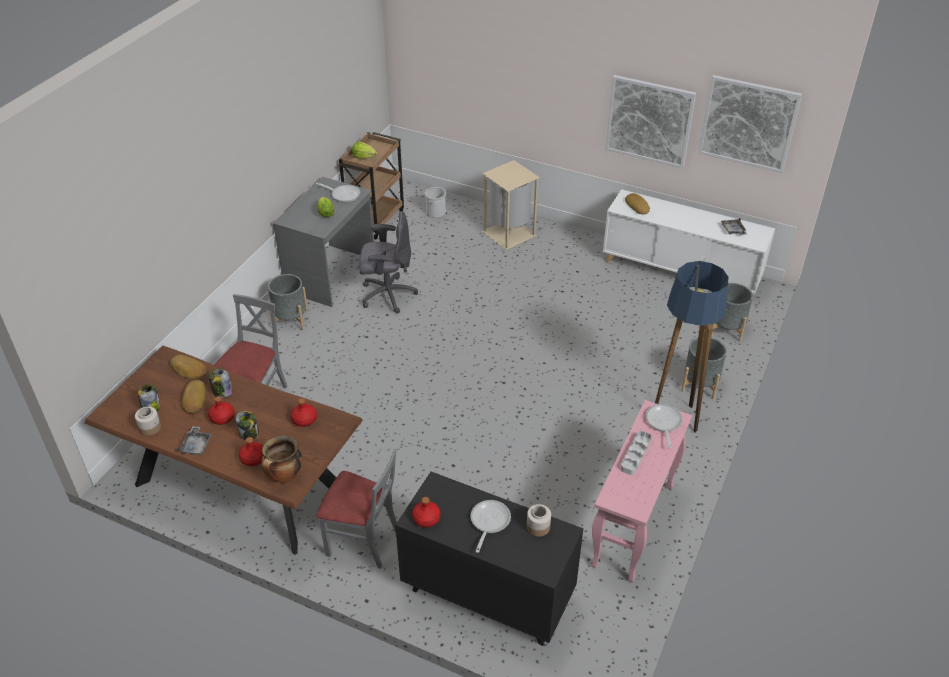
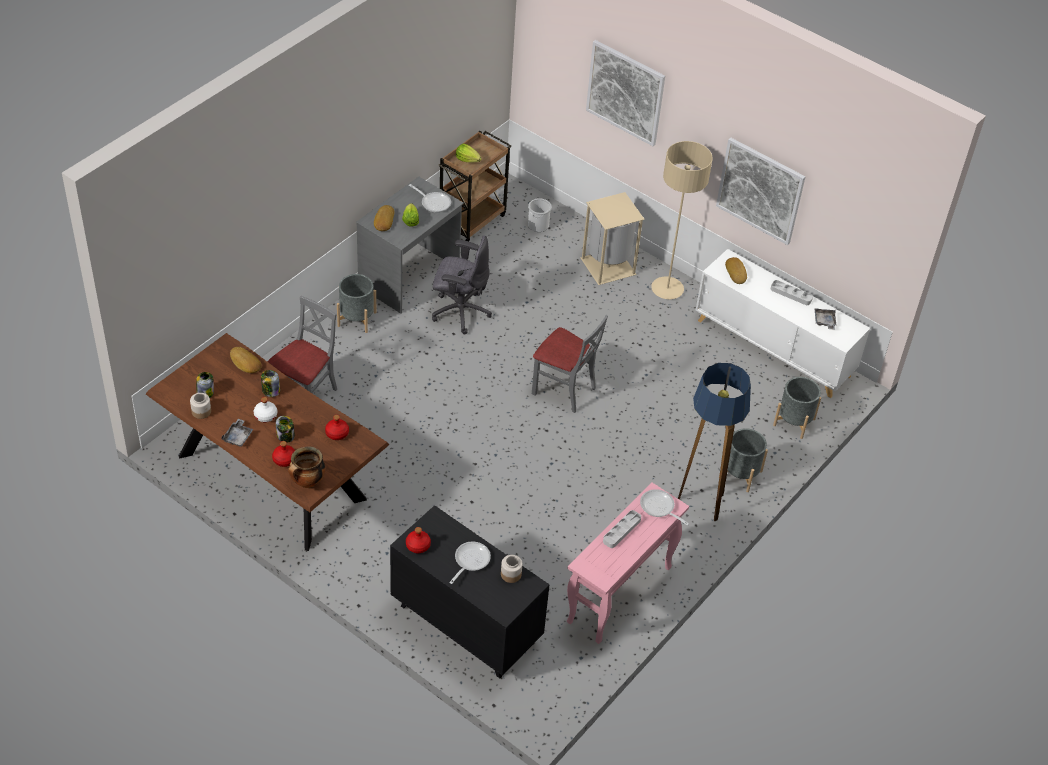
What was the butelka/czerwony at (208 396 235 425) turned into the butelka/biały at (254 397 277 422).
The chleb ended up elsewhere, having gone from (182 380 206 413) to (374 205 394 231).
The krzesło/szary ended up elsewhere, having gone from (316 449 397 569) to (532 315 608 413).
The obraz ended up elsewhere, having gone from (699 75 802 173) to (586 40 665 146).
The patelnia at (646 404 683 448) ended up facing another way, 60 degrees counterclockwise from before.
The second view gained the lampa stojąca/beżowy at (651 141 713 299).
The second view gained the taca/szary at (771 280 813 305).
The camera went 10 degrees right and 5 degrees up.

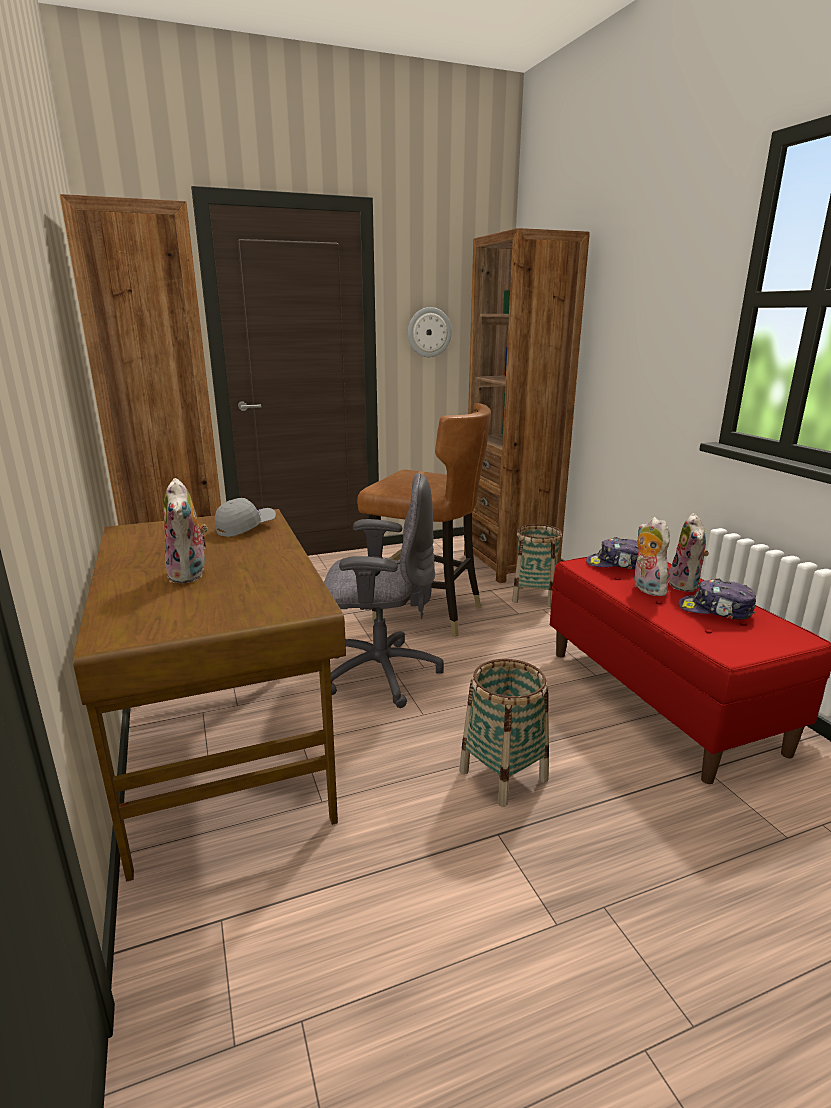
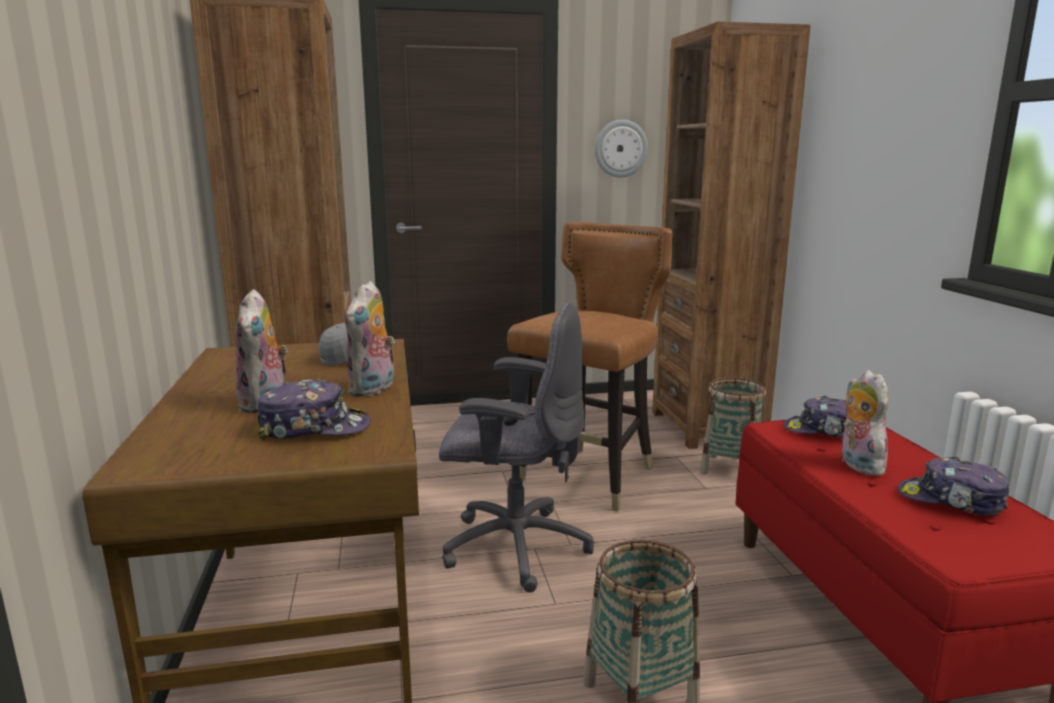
The second view gained the czapka z daszkiem at (257 379 371 440).
The pluszak ended up elsewhere, having gone from (668 513 709 592) to (345 281 395 397).
The krzesło/brązowy at (357 403 491 637) ended up facing another way, 90 degrees counterclockwise from before.
The camera went 10 degrees right and 5 degrees down.

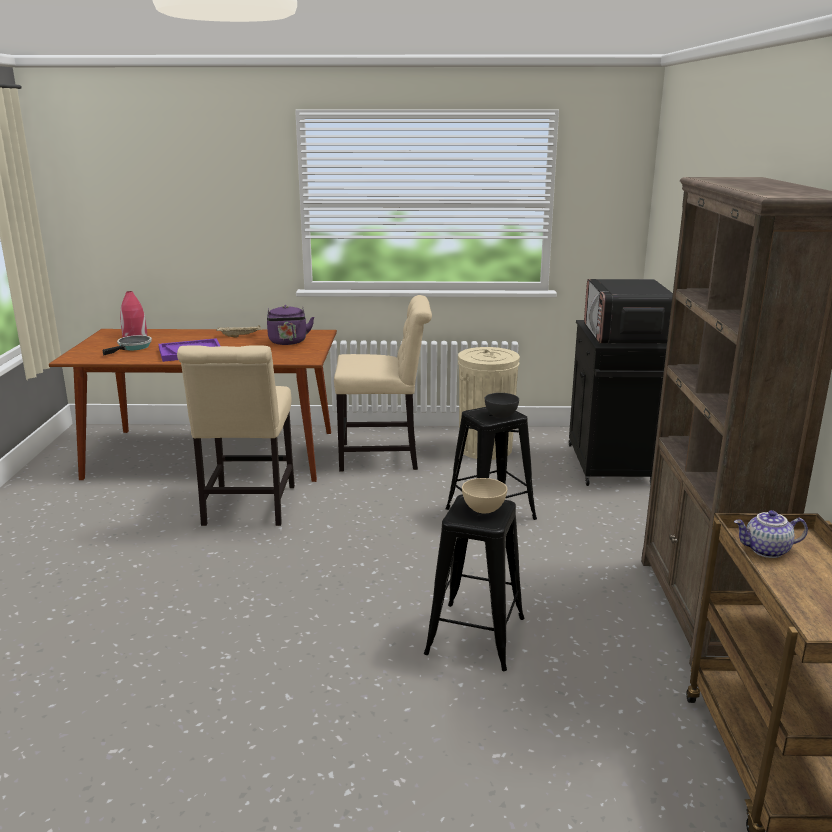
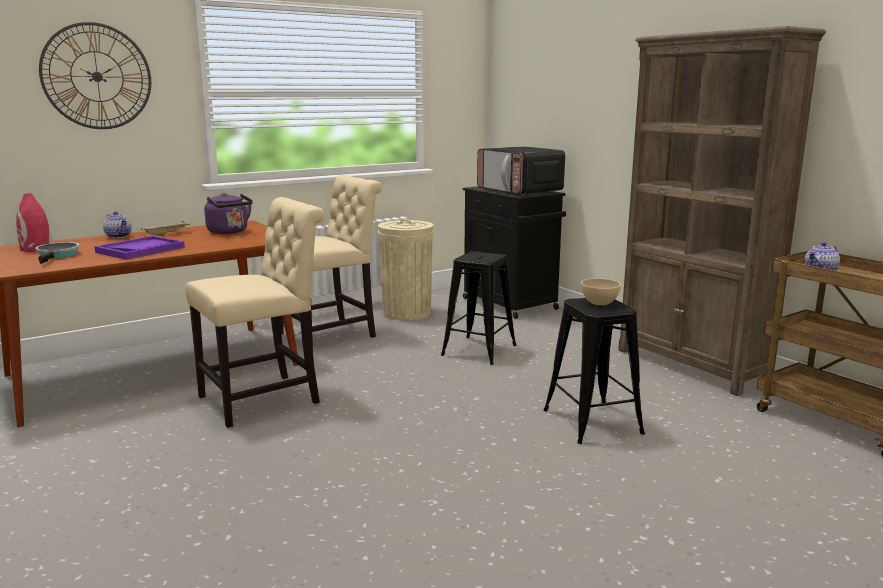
The second view gained the zegar ścienny at (39 22 151 129).
The second view gained the imbryk at (103 211 131 238).
The krzesło/beżowy at (177 345 295 526) ended up facing another way, 90 degrees counterclockwise from before.
The second view lost the miska/szary at (485 393 519 418).
The camera went 35 degrees left and 5 degrees down.

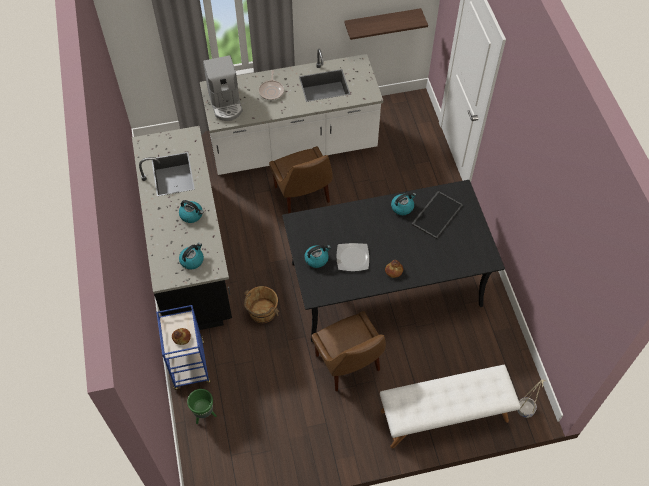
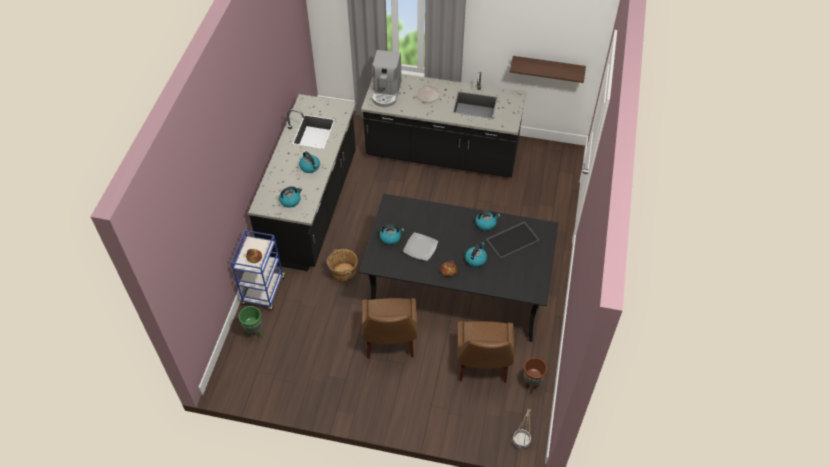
What was the zabudowa kuchenna/biały at (200 49 383 175) turned into the zabudowa kuchenna/czarny at (361 72 526 178).
The krzesło/brązowy ended up elsewhere, having gone from (269 146 333 213) to (457 321 514 383).
The second view gained the czajnik at (465 242 487 267).
The second view gained the donica/brązowy at (522 358 547 394).
The second view lost the ławka/biały at (380 365 521 448).
The camera went 25 degrees right and 5 degrees down.

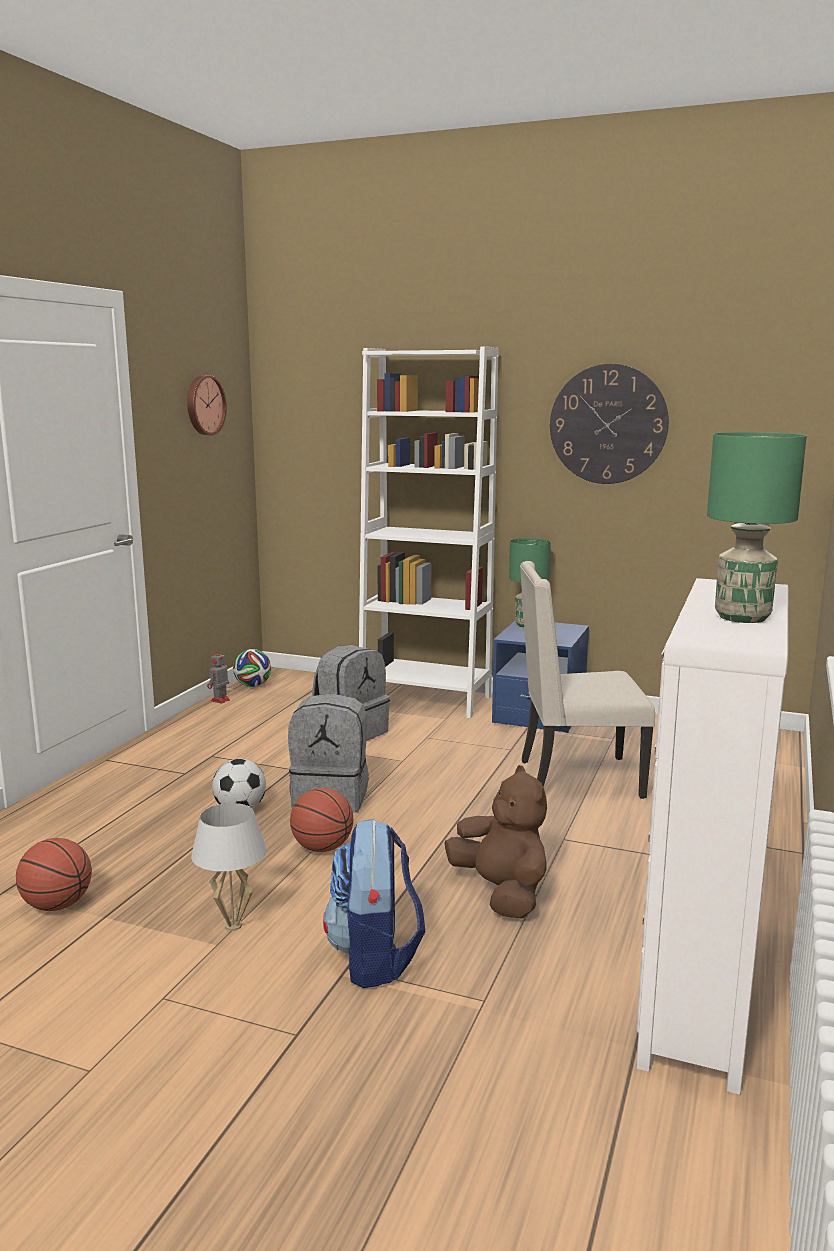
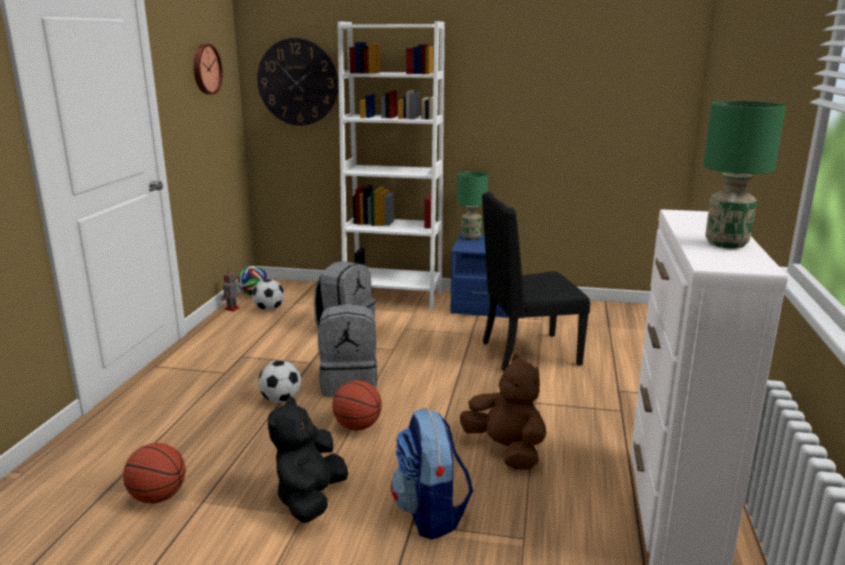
The second view gained the piłka futbolowa at (252 279 284 311).
The zegar ścienny ended up elsewhere, having gone from (550 364 669 484) to (257 38 338 126).
Where the lampa stołowa/biały stood at (191 803 267 931), the pluszak/czarny came to stand at (268 397 348 523).
What was the krzesło/beżowy at (520 561 655 799) turned into the krzesło/czarny at (482 192 590 371).
The camera went 10 degrees left and 5 degrees up.

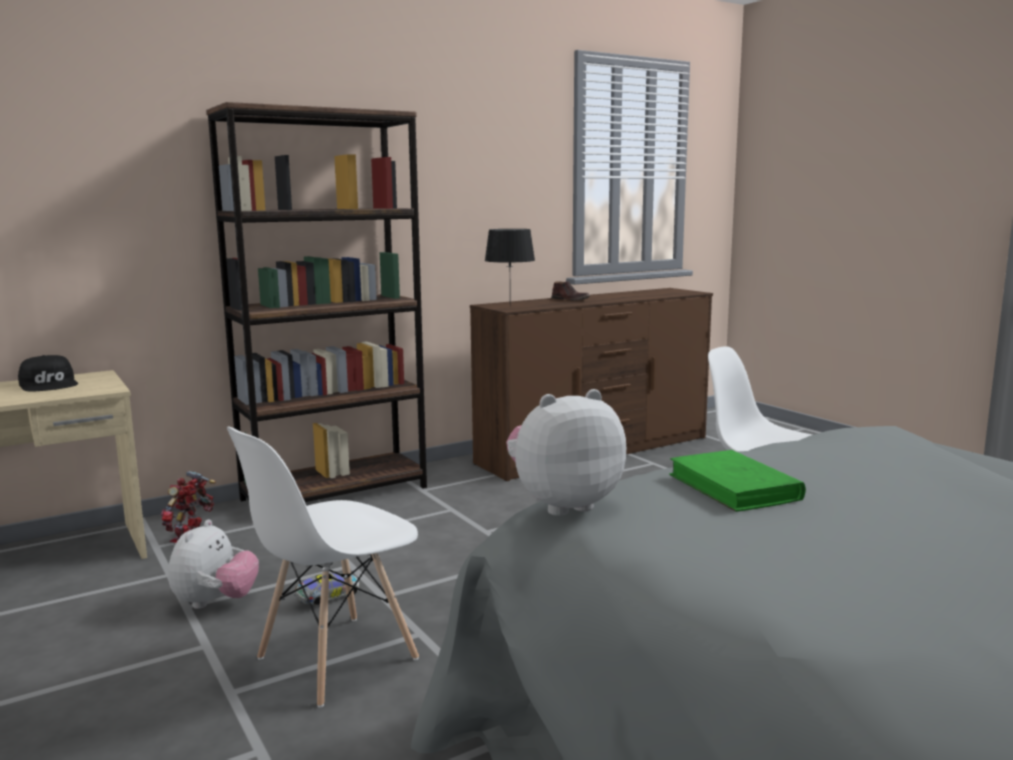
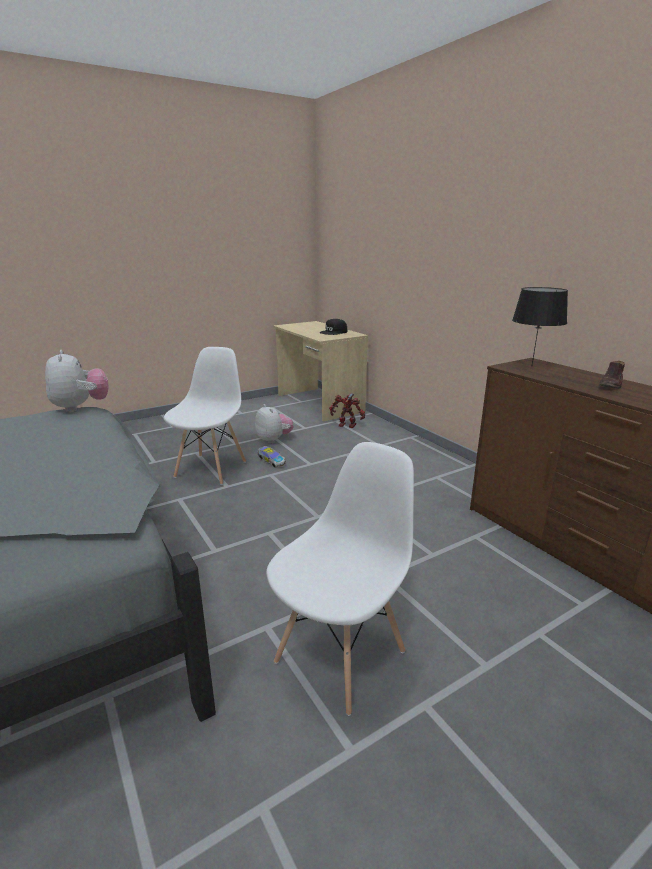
The krzesło/biały at (227 426 419 707) ended up facing another way, 60 degrees clockwise from before.
The pluszak at (168 520 259 609) ended up facing another way, 135 degrees counterclockwise from before.
The second view lost the regał/brązowy at (206 102 427 502).
The second view lost the książka/zielony at (669 450 806 512).
The camera went 90 degrees right and 10 degrees up.

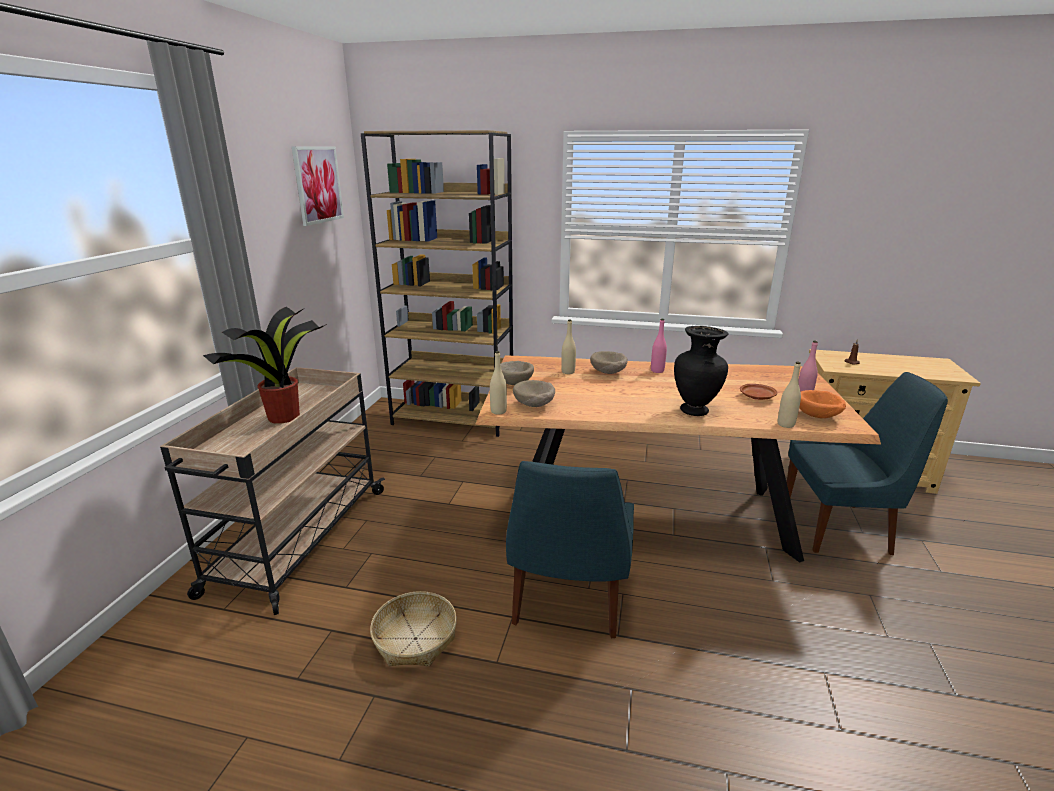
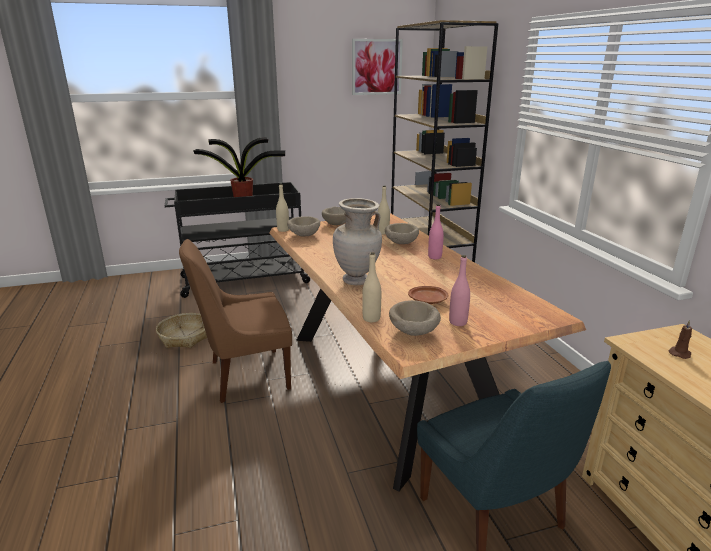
What was the wózek/beżowy at (160 367 385 615) turned into the wózek/czarny at (165 182 310 298).
What was the krzesło/niebieski at (506 461 634 639) turned into the krzesło/brązowy at (179 239 292 403).
What was the wazon/czarny at (674 326 729 416) turned into the wazon/beżowy at (333 198 382 285).
What was the miska/pomarańczowy at (799 390 846 418) turned into the miska/beżowy at (389 300 441 336).
The camera went 60 degrees right and 0 degrees up.

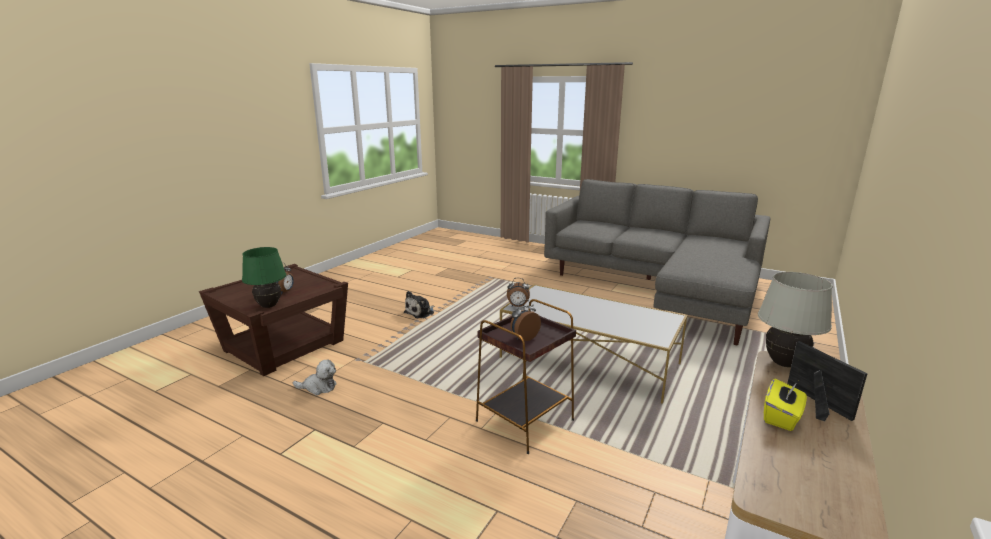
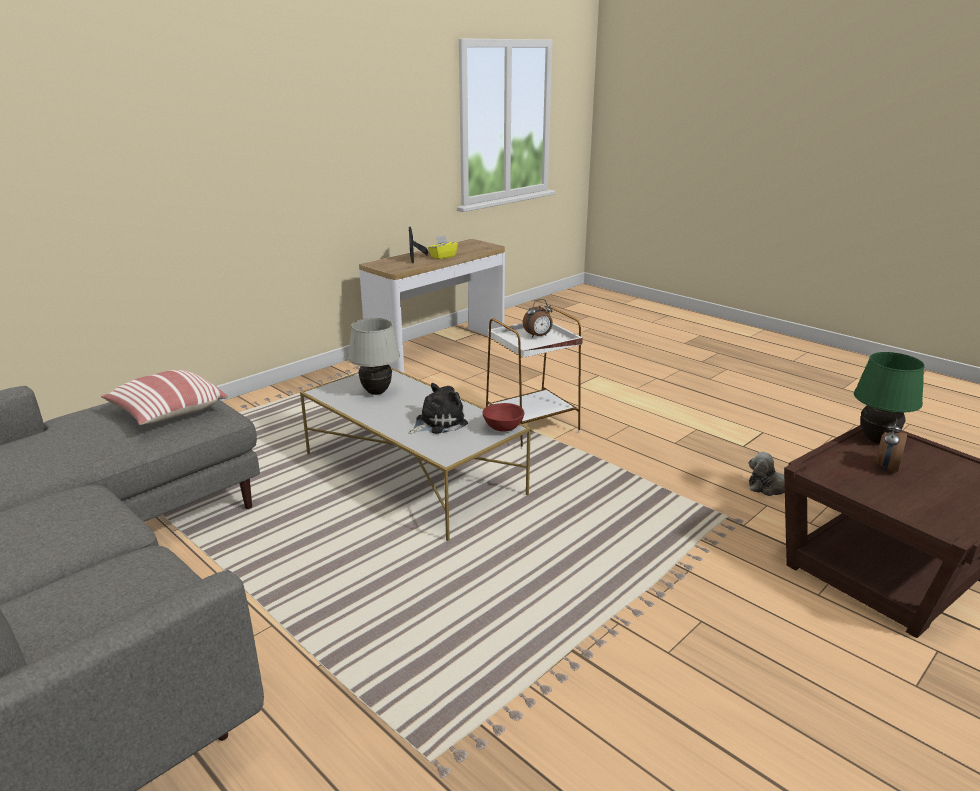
The second view gained the poduszka at (101 370 228 425).
The lampa stołowa/biały ended up elsewhere, having gone from (758 272 833 367) to (348 318 400 395).
The pluszak ended up elsewhere, having gone from (404 291 434 318) to (409 383 468 434).
Where the budzik stood at (507 278 530 307), the miska/czerwony came to stand at (482 403 524 432).
What was the stolik/brązowy at (476 299 576 454) turned into the stolik/biały at (486 307 583 449).
The camera went 165 degrees left and 5 degrees up.

